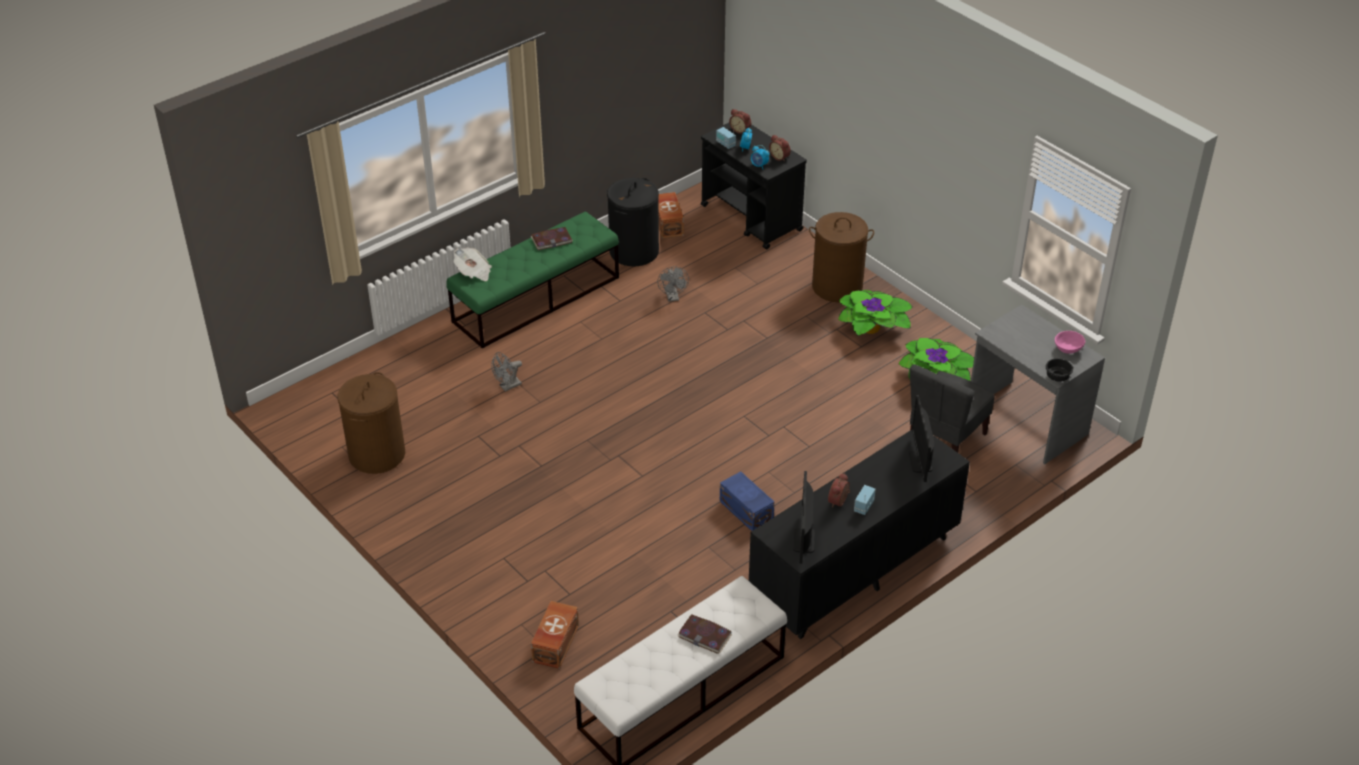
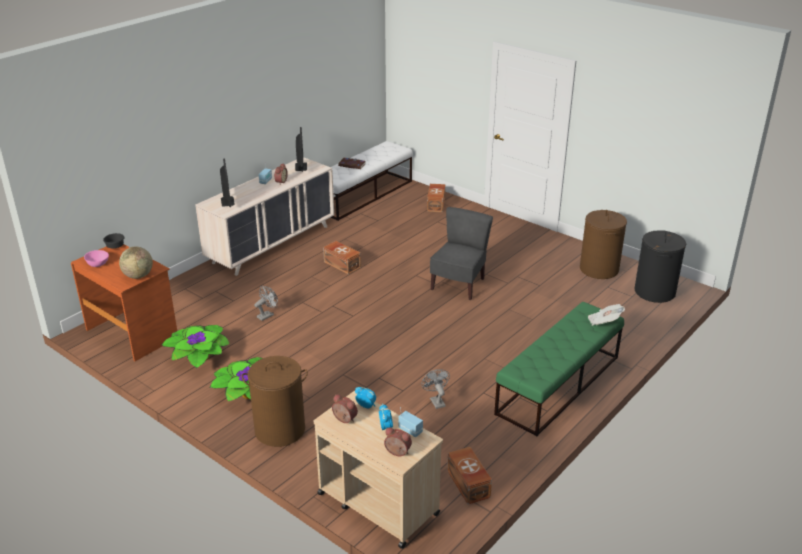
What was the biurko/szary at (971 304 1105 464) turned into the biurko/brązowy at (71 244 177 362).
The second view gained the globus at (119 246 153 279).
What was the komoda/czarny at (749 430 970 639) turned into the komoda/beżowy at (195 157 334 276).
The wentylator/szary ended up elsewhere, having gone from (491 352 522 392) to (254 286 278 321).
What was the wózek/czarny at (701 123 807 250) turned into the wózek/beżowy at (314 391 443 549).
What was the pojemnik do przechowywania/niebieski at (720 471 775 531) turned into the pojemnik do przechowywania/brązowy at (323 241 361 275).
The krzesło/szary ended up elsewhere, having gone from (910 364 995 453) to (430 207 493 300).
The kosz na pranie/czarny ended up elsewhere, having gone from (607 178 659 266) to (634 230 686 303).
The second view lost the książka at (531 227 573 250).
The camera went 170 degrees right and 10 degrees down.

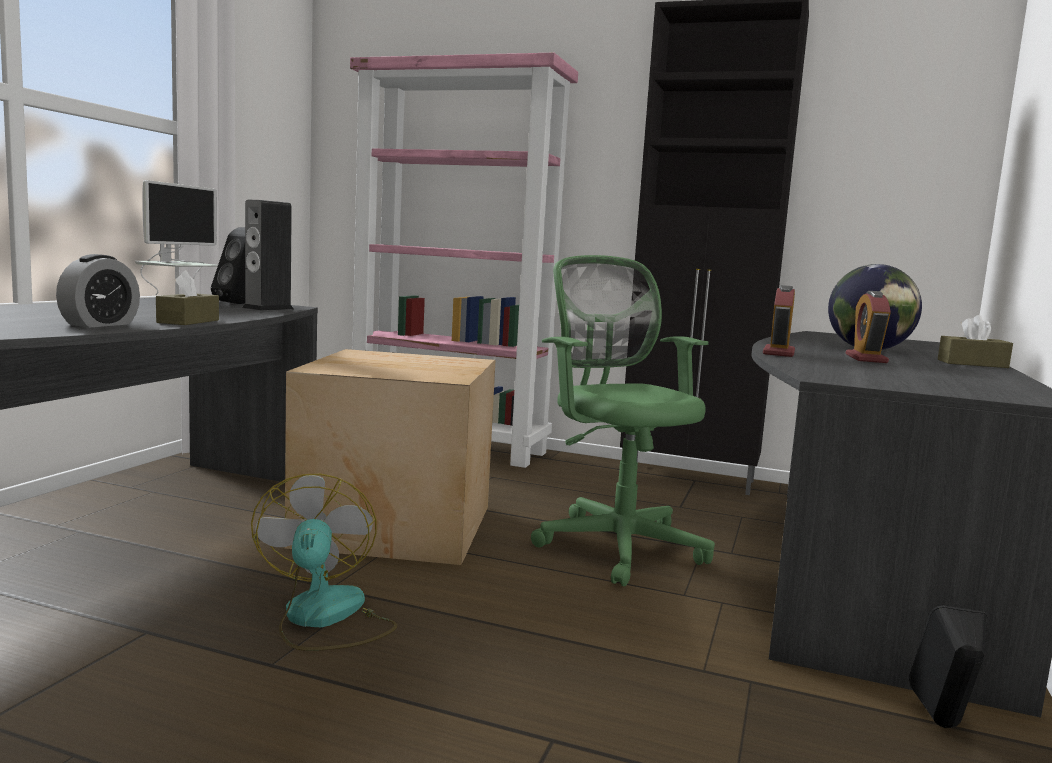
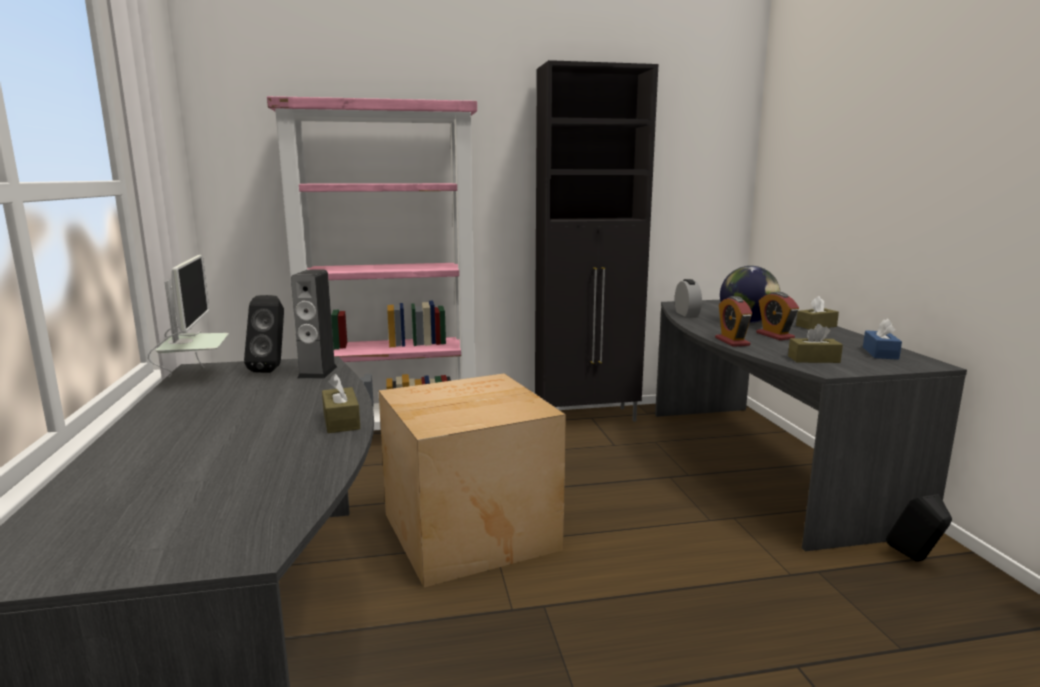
The budzik ended up elsewhere, having gone from (56 254 140 327) to (675 279 702 317).
The second view gained the pudełko chusteczek/brązowy at (788 324 843 363).
The second view gained the pudełko chusteczek/niebieski at (863 318 902 360).
The second view lost the wentylator at (251 474 397 651).
The second view lost the krzesło biurowe/zielony at (531 255 715 586).
The camera went 30 degrees left and 5 degrees up.

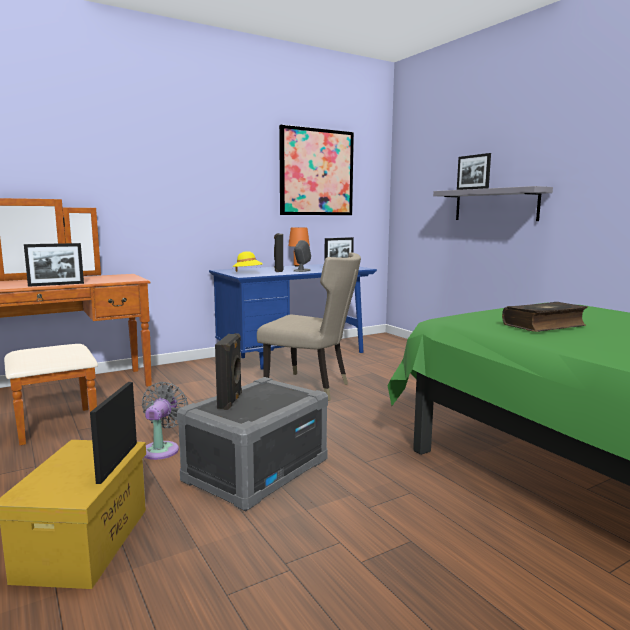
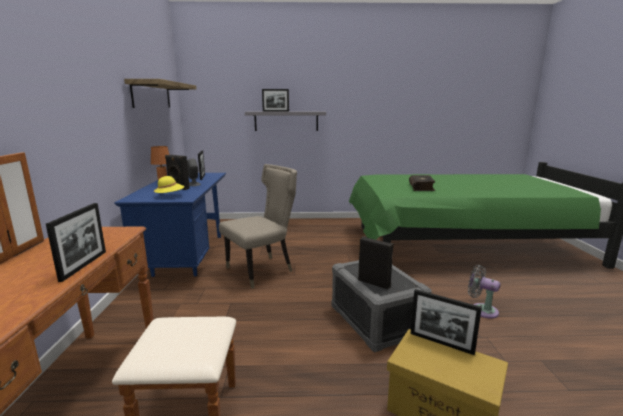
Where the obraz hung at (279 125 354 215), the półka came to hang at (124 79 196 108).
The wentylator/szary ended up elsewhere, having gone from (142 382 188 460) to (468 265 501 319).
The camera went 60 degrees left and 5 degrees up.

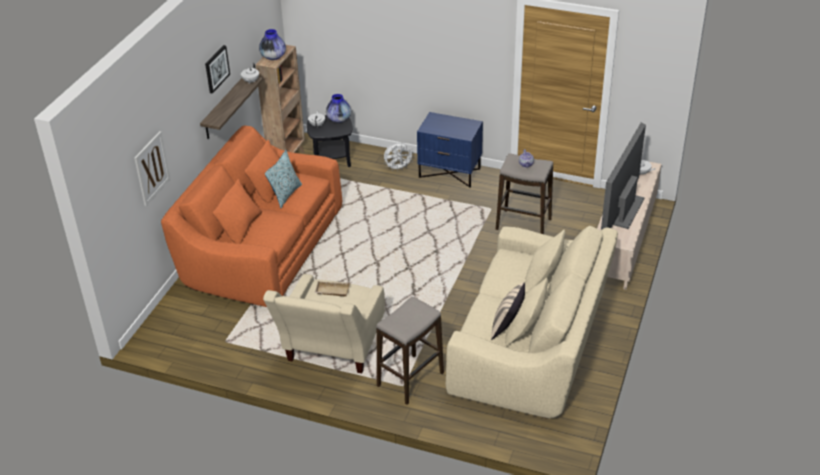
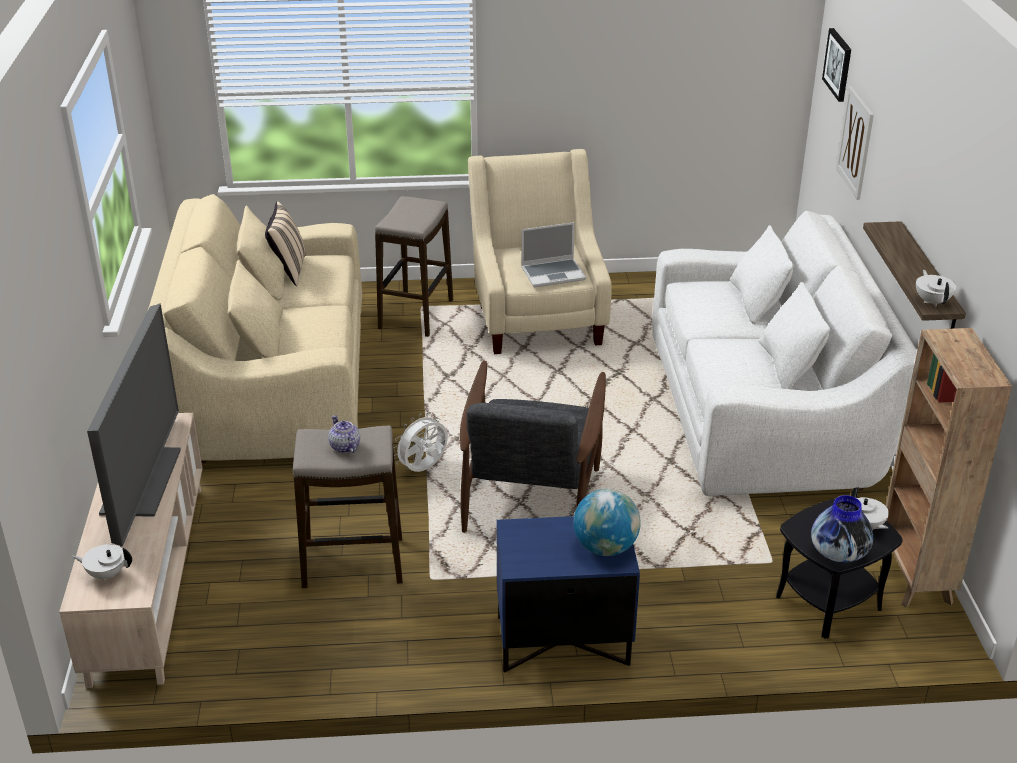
The wentylator/biały ended up elsewhere, having gone from (384 142 414 171) to (393 412 448 472).
The second view gained the fotel/szary at (460 361 606 533).
Where the taca/beżowy stood at (315 281 350 296), the laptop came to stand at (521 222 586 287).
The second view gained the globus at (573 489 641 556).
What was the kanapa/pomarańczowy at (161 126 342 307) turned into the kanapa/biały at (652 211 917 496).
The obraz ended up elsewhere, having gone from (205 45 230 94) to (822 28 851 102).
The second view lost the wazon at (259 29 286 60).
The second view lost the poduszka at (265 150 302 208).
The camera went 155 degrees right and 5 degrees down.

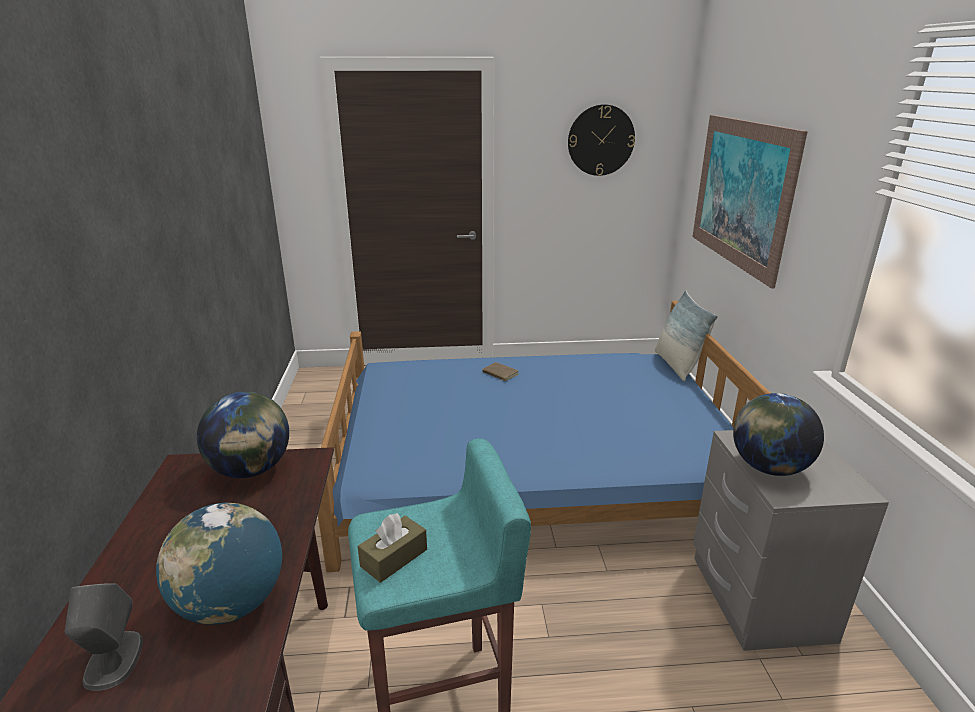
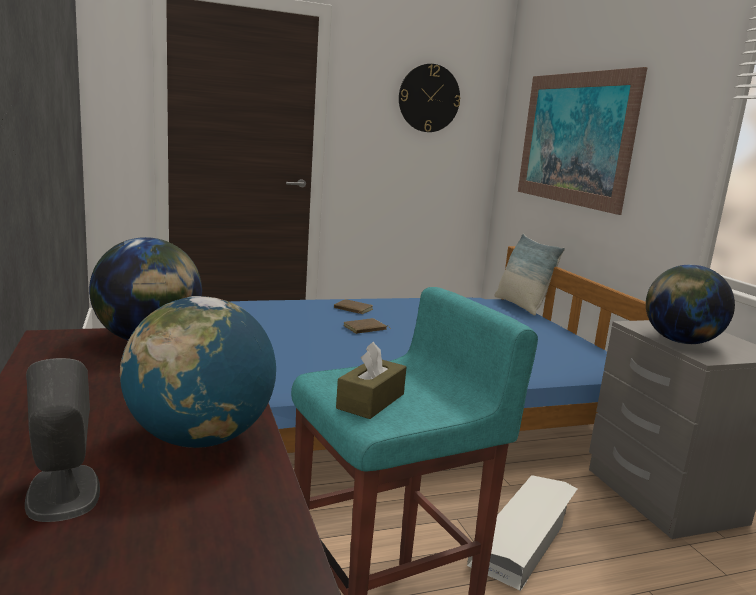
The second view gained the książka/brązowy at (344 318 391 334).
The second view gained the pojemnik do przechowywania/biały at (467 475 577 591).
The camera went 15 degrees left and 10 degrees down.

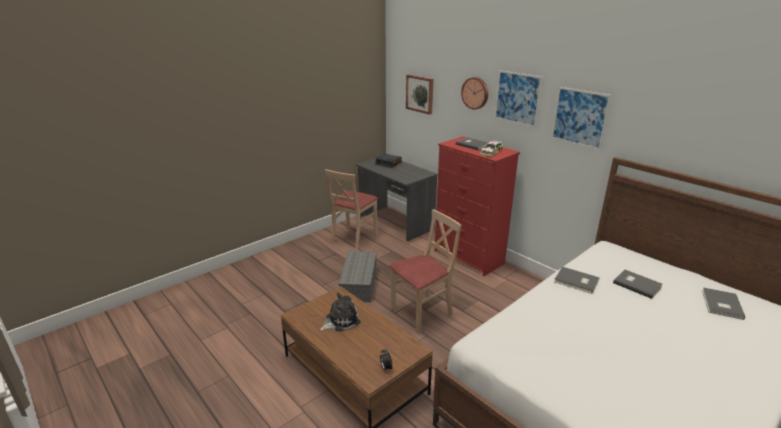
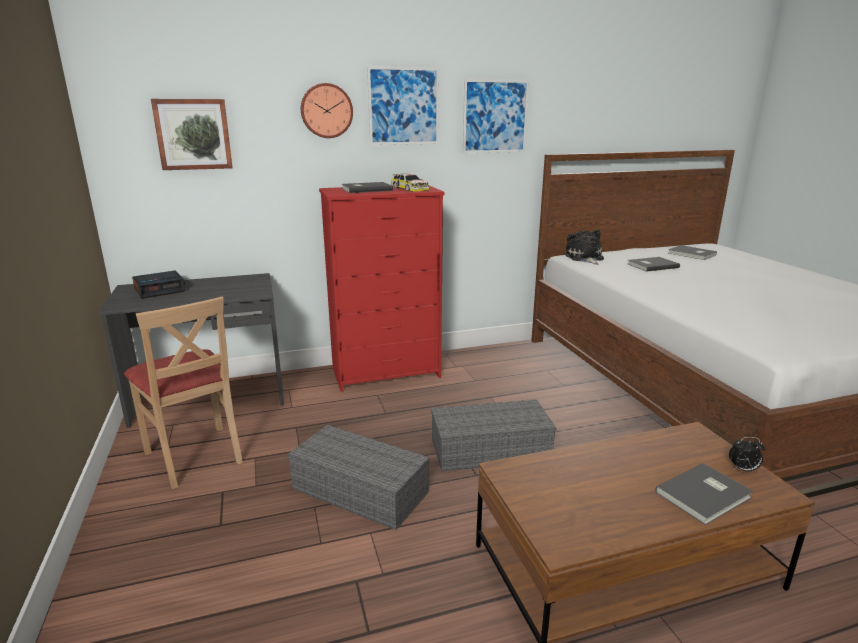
Where the krzesło/beżowy stood at (389 209 462 334), the pojemnik do przechowywania/szary came to stand at (431 400 557 472).
The pluszak ended up elsewhere, having gone from (320 293 361 331) to (565 229 604 265).
The książka/szary ended up elsewhere, having gone from (554 267 600 294) to (655 463 753 525).
The camera went 65 degrees left and 5 degrees down.

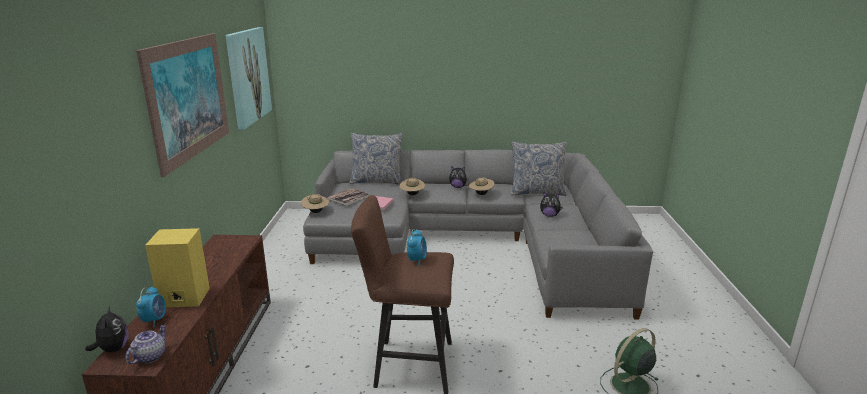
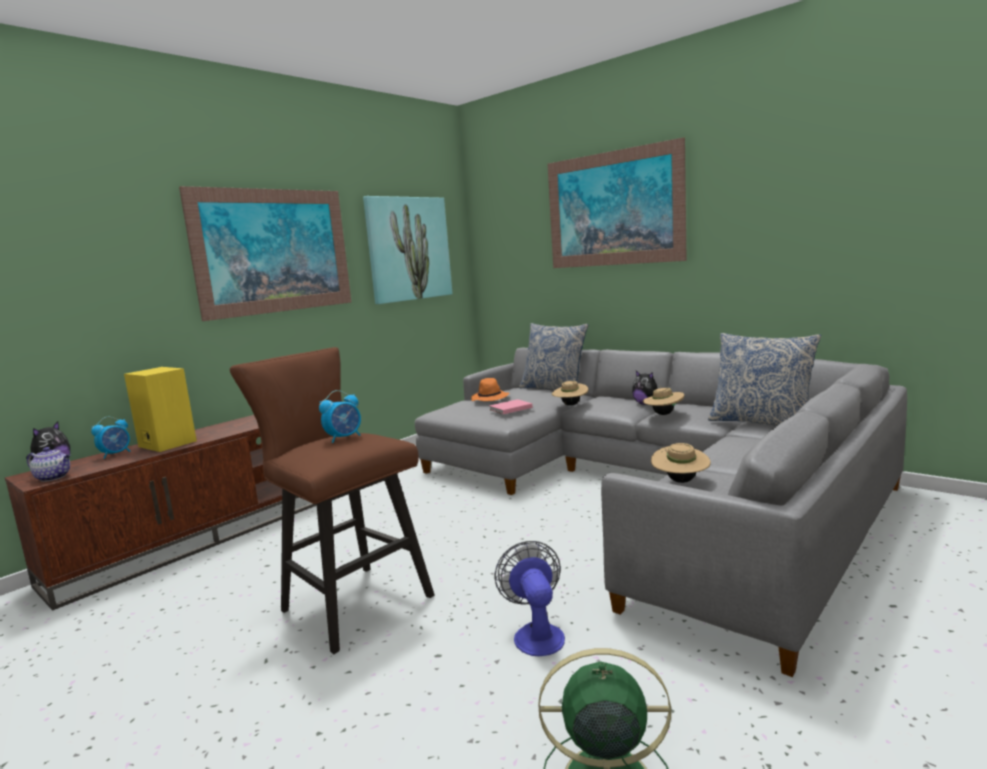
The imbryk at (126 324 166 364) ended up facing another way, 45 degrees clockwise from before.
Where the książka stood at (327 188 370 206), the kapelusz/pomarańczowy came to stand at (471 378 509 401).
The second view gained the wentylator at (495 541 565 656).
The second view gained the obraz at (548 137 687 268).
The kapelusz/beżowy ended up elsewhere, having gone from (301 194 329 213) to (651 443 711 483).
The second view lost the pluszak at (540 192 563 217).
The camera went 40 degrees right and 10 degrees down.

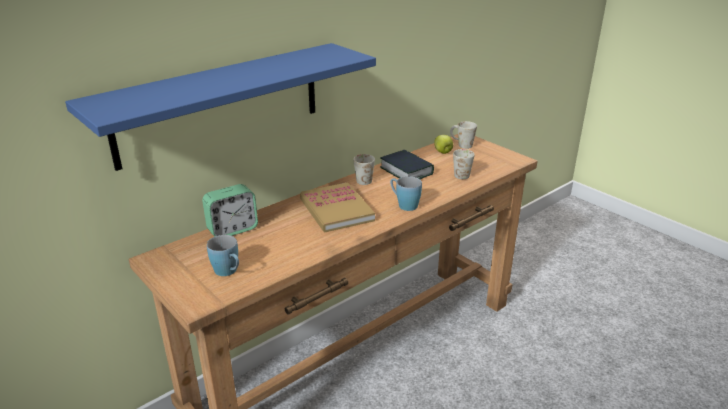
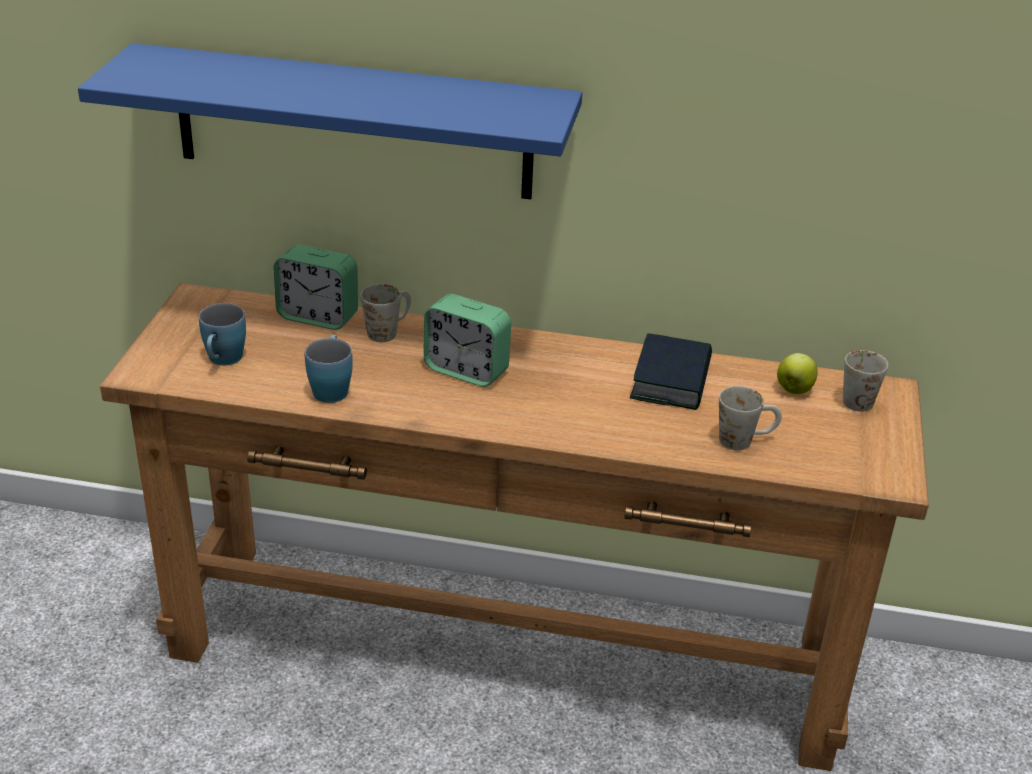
The kubek/niebieski ended up elsewhere, having gone from (390 176 422 211) to (305 335 353 403).
The kubek/biały ended up elsewhere, having gone from (353 154 375 185) to (361 284 411 342).
Where the książka stood at (300 182 375 232), the budzik came to stand at (424 294 511 387).
The camera went 50 degrees right and 5 degrees up.

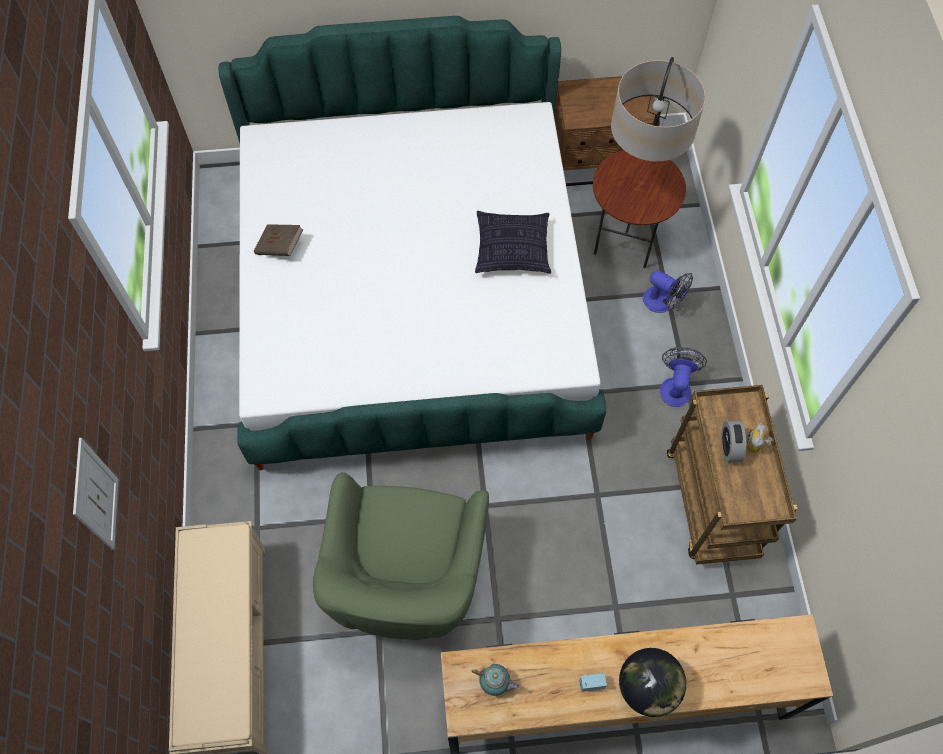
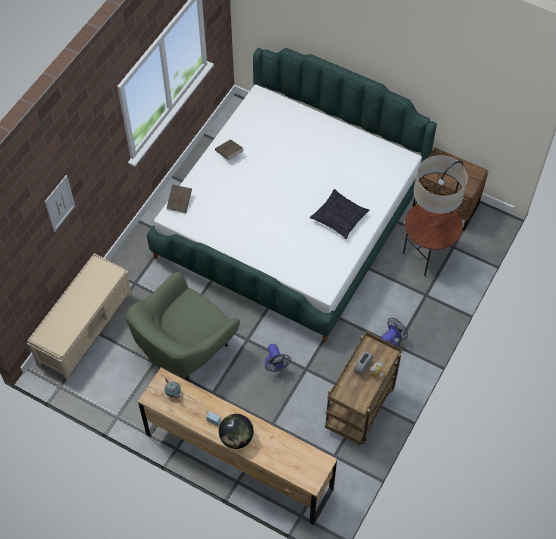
The second view gained the książka/brązowy at (166 184 192 213).
The wentylator ended up elsewhere, having gone from (643 270 693 313) to (265 344 291 372).
The camera went 35 degrees right and 5 degrees down.

